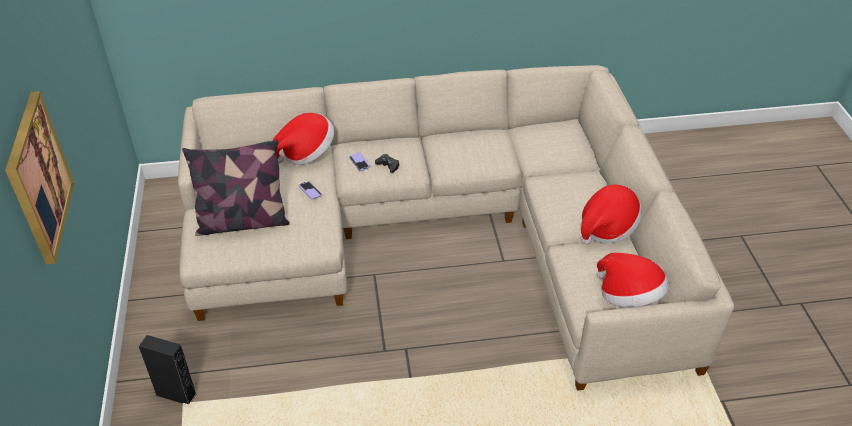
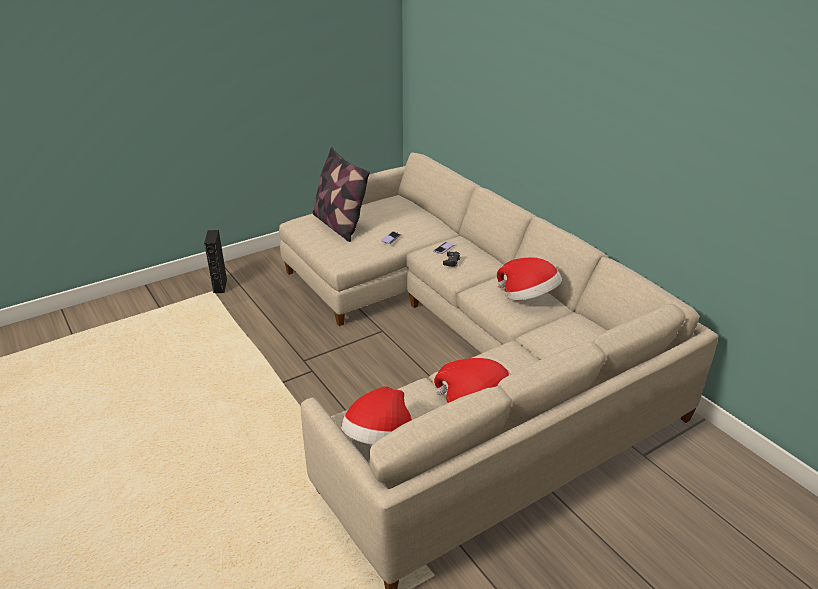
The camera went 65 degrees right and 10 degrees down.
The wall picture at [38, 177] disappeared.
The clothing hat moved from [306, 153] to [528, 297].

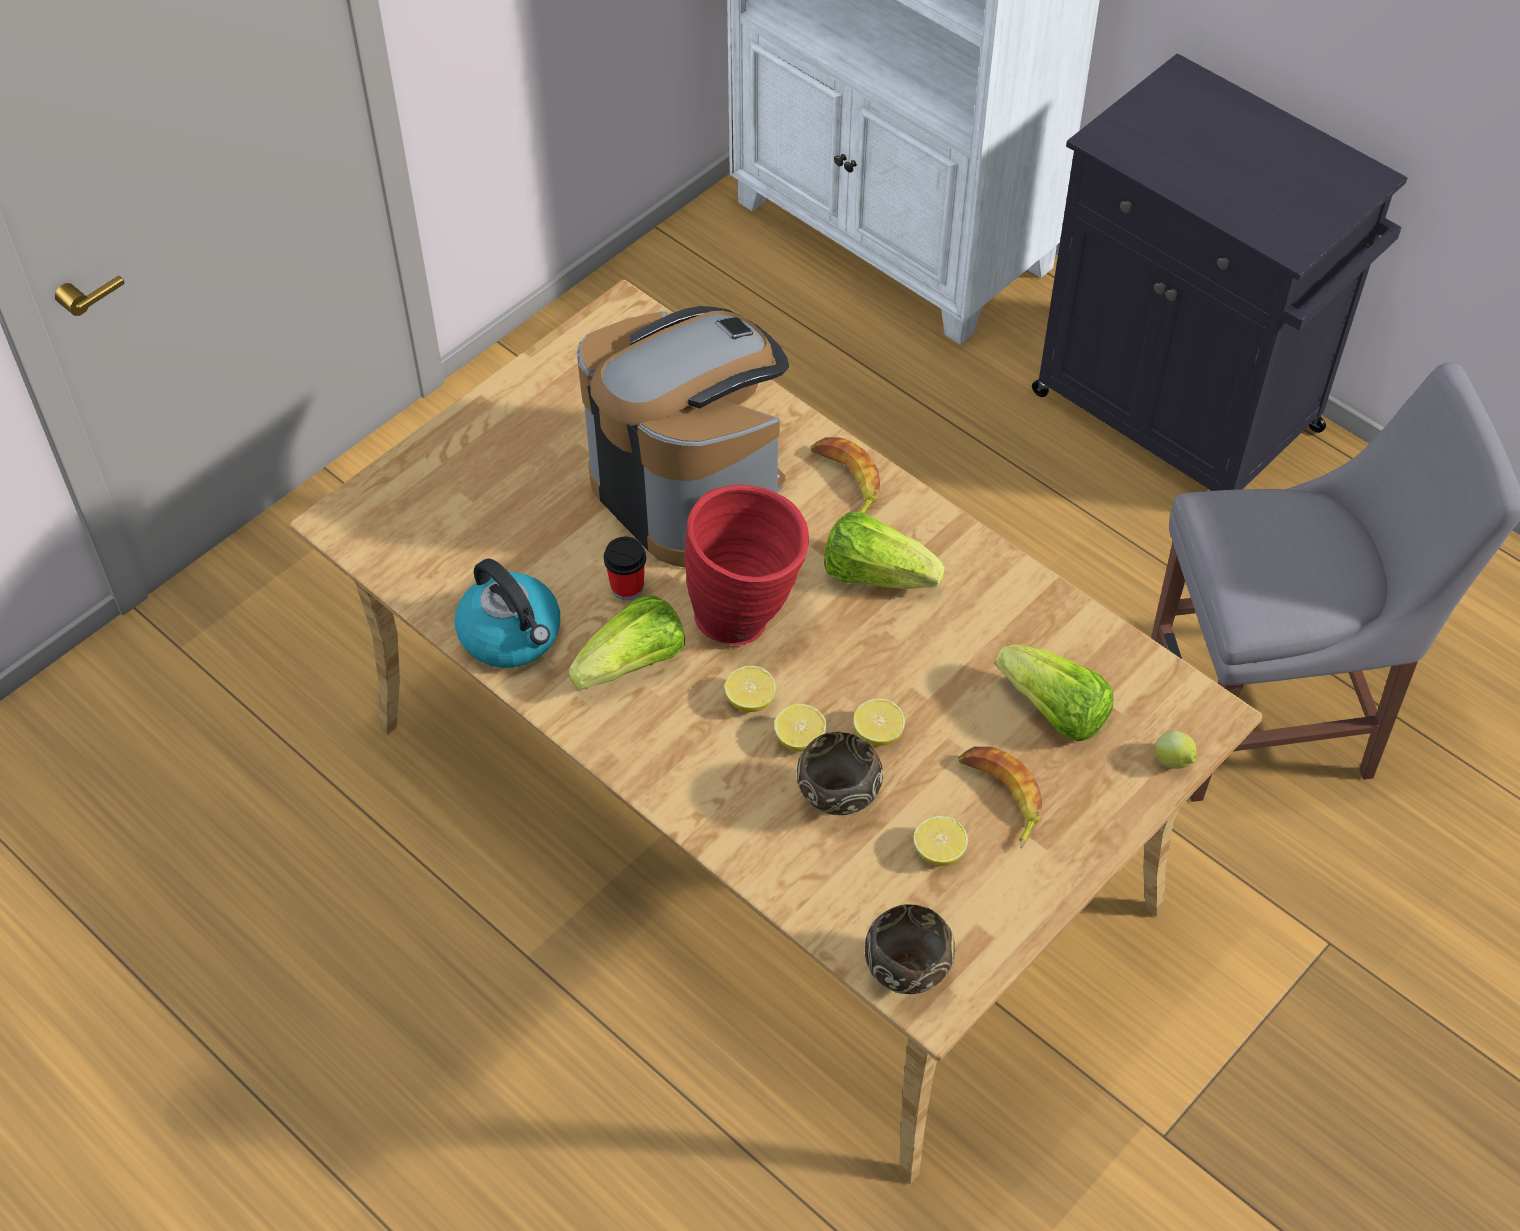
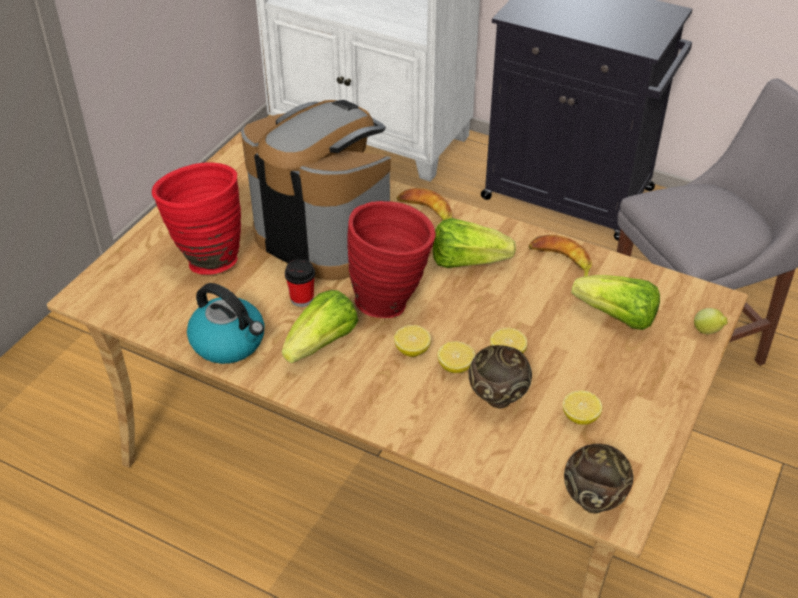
The camera went 15 degrees left and 10 degrees down.
The red vase at [206, 257] appeared.
The banana moved from [1000, 797] to [561, 262].

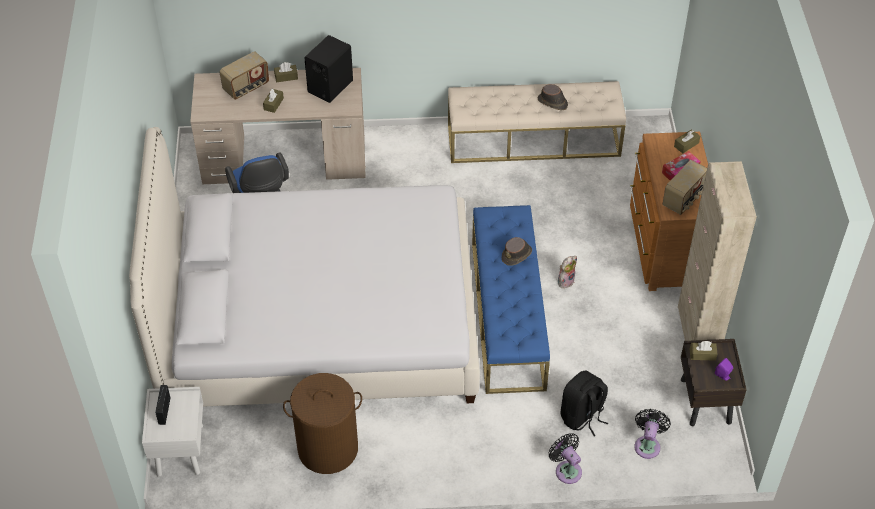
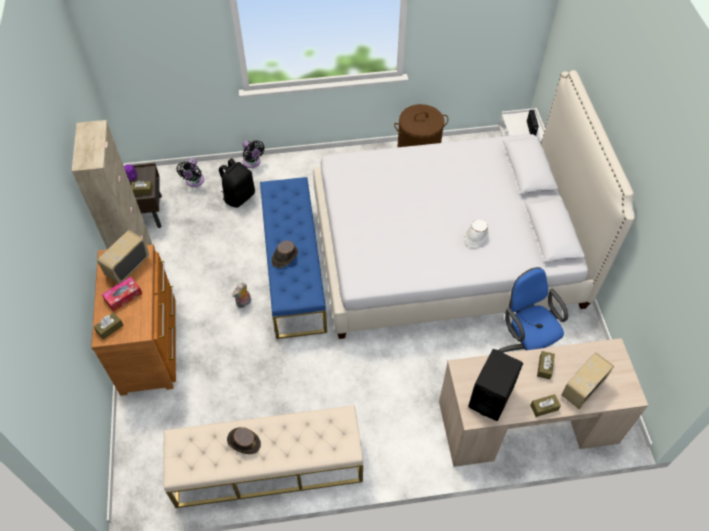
The camera went 175 degrees right and 5 degrees up.
The whitish clothing hat at [475, 237] appeared.

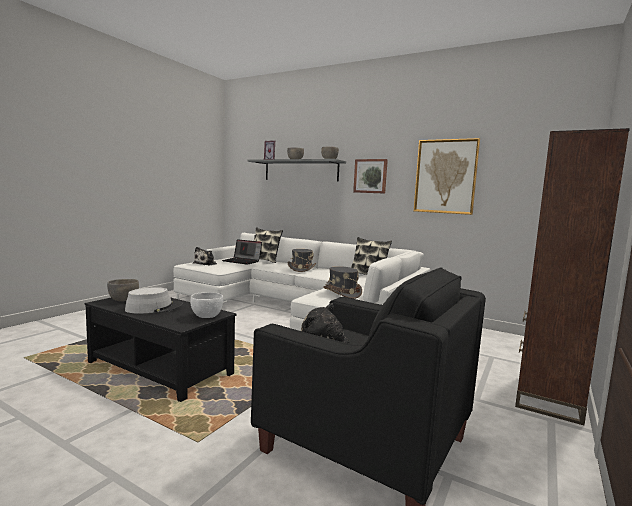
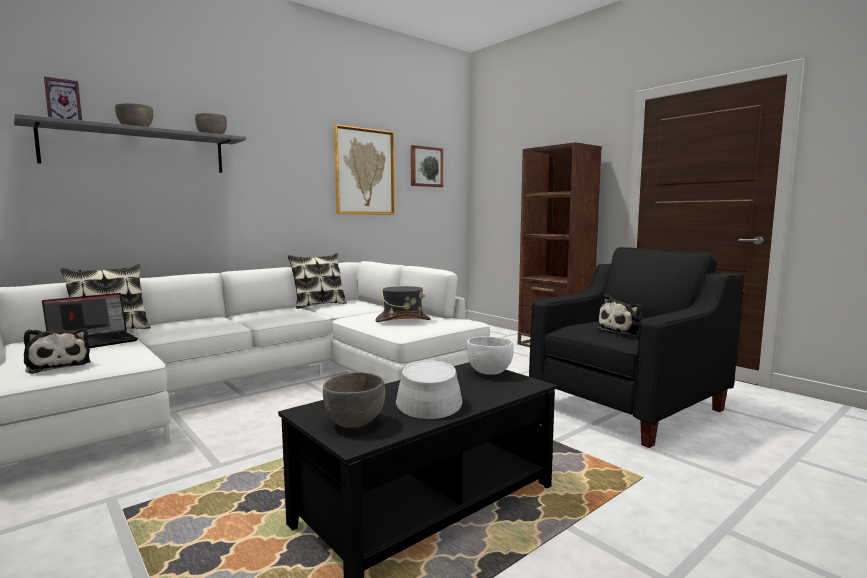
The camera went 70 degrees left and 0 degrees up.
The greyish clothing hat at [301, 269] disappeared.
The wall picture moved from [370, 176] to [426, 166].

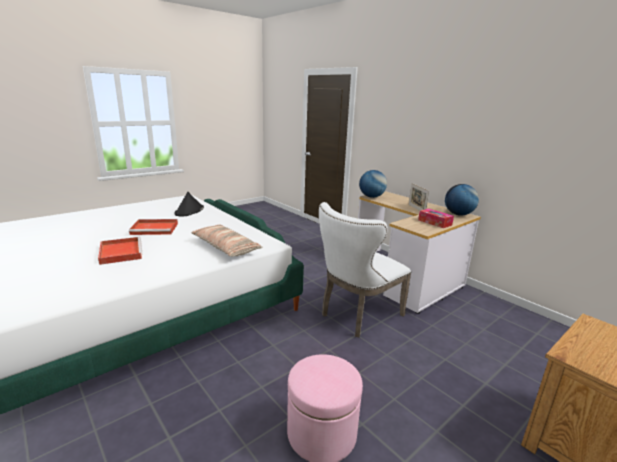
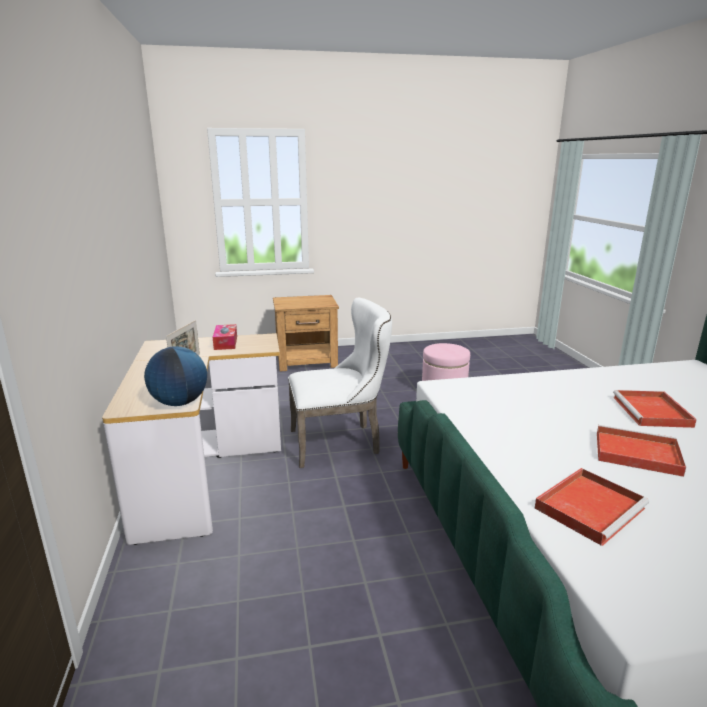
The camera went 150 degrees left and 0 degrees up.
The throw pillow at [225, 248] disappeared.
The world globe at [458, 214] disappeared.
The black-coloured clothing hat at [189, 211] was replaced by the red serving tray at [590, 507].

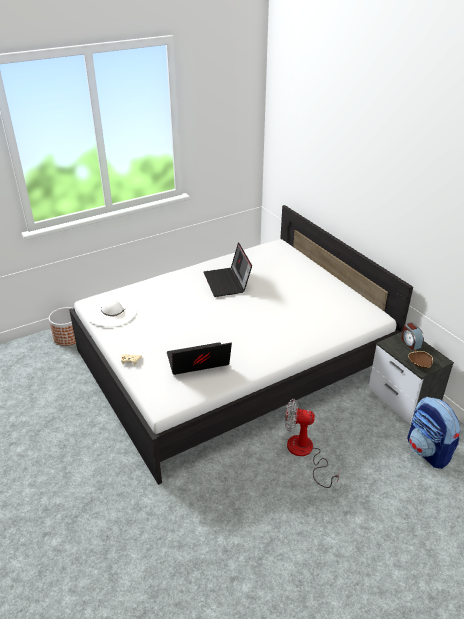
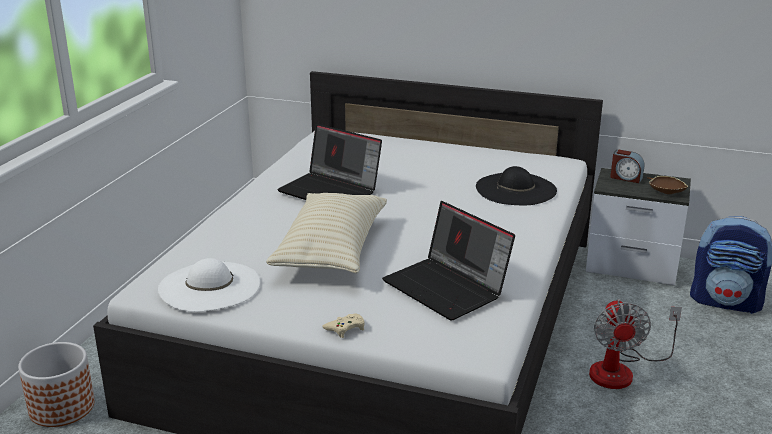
The camera went 40 degrees left and 10 degrees down.
The beige-coloured throw pillow at [331, 250] appeared.
The black-coloured clothing hat at [516, 189] appeared.
The laptop at [197, 363] turned 75 degrees counterclockwise.
The fan at [305, 453] turned 60 degrees counterclockwise.

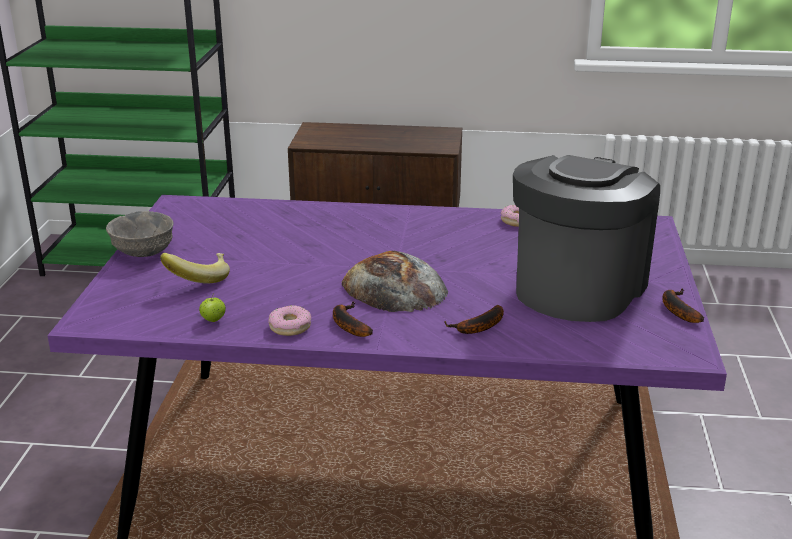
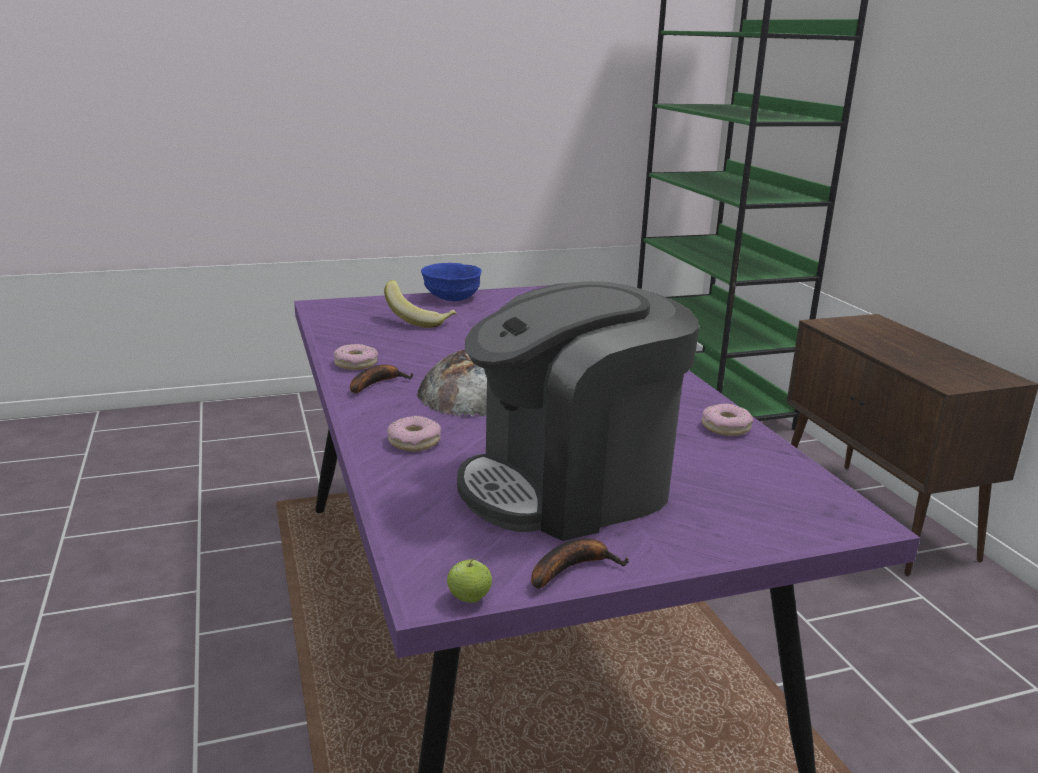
The camera went 65 degrees right and 5 degrees down.
The apple fruit moved from [213, 320] to [469, 599].
The banana at [478, 327] was replaced by the donut at [414, 442].
The greyish bowl at [142, 252] became the bluish bowl at [452, 298].
The coffee machine at [578, 288] turned 150 degrees clockwise.

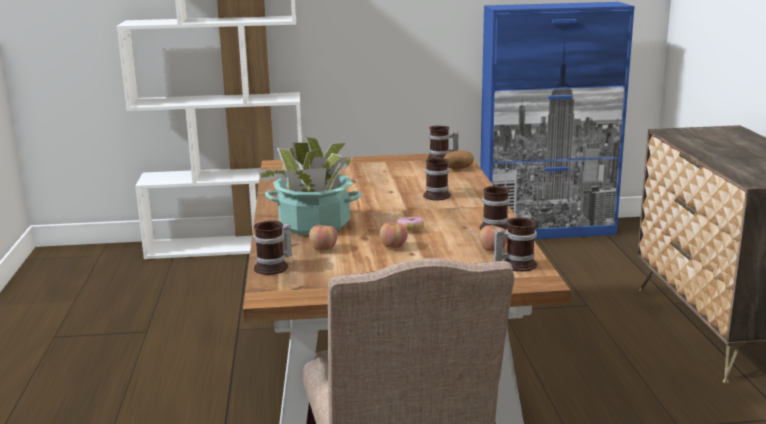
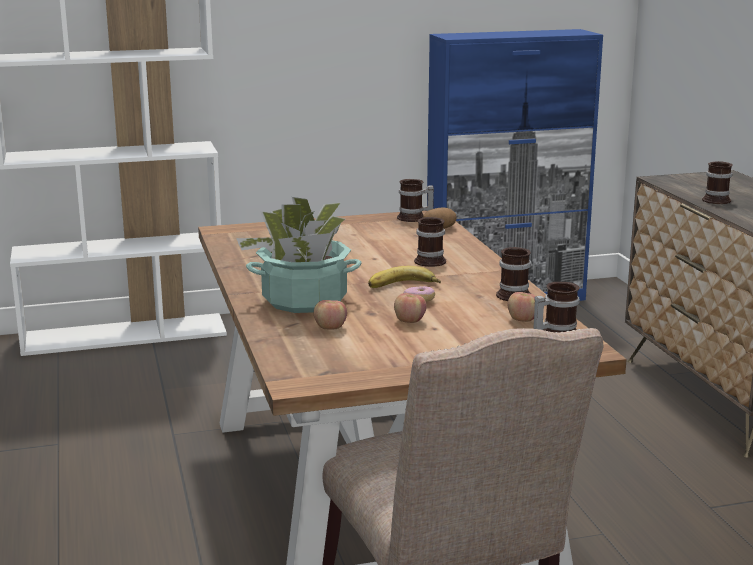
The camera went 10 degrees left and 0 degrees up.
The banana at [403, 286] appeared.
The coffee mug moved from [275, 267] to [718, 200].

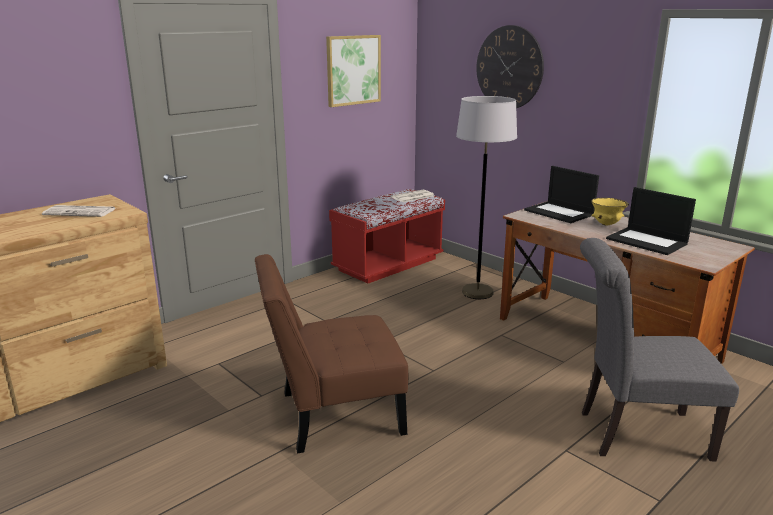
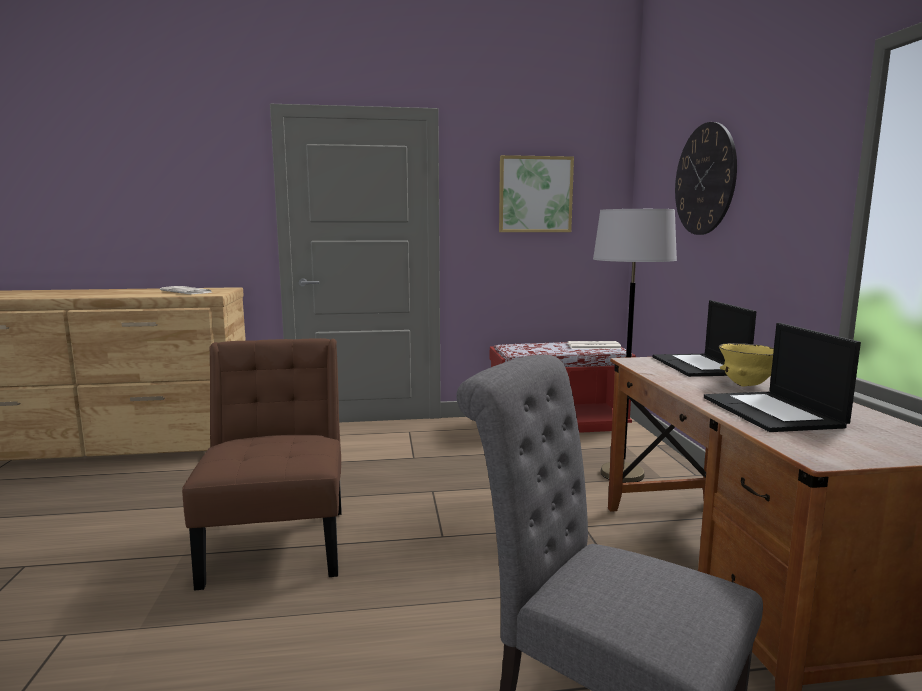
The camera went 35 degrees right and 10 degrees down.
The brownish upright chair at [333, 414] turned 60 degrees clockwise.

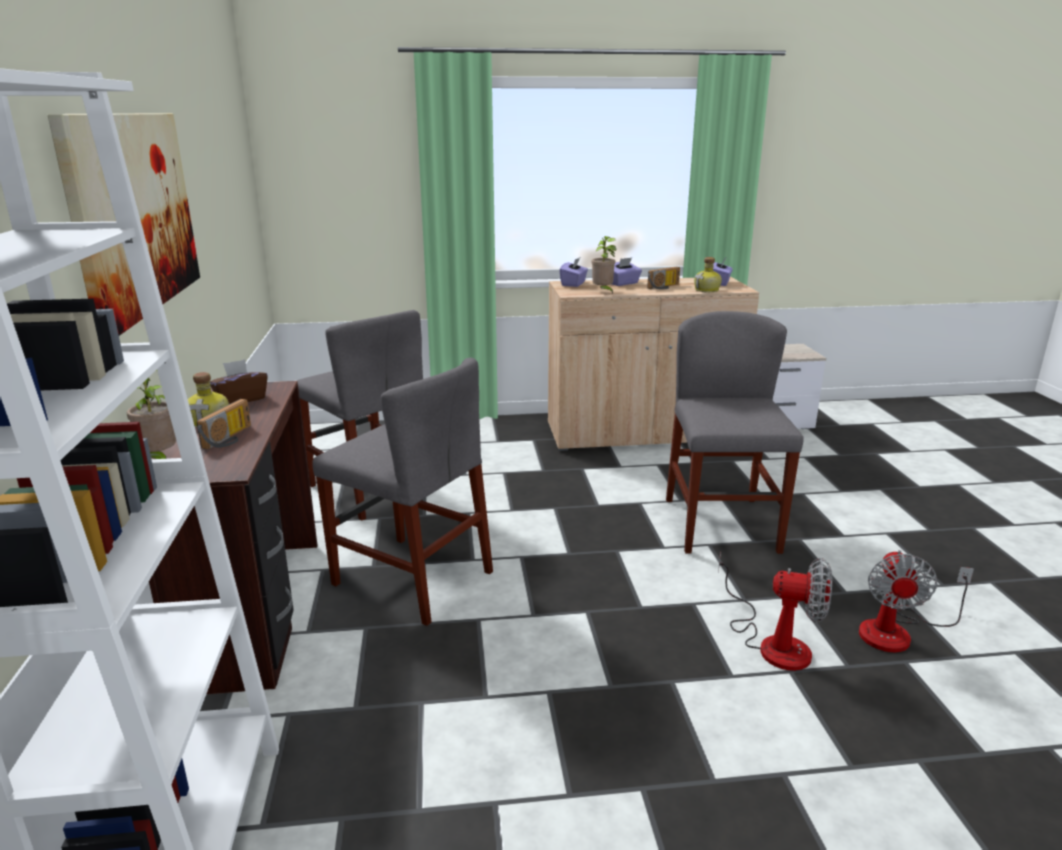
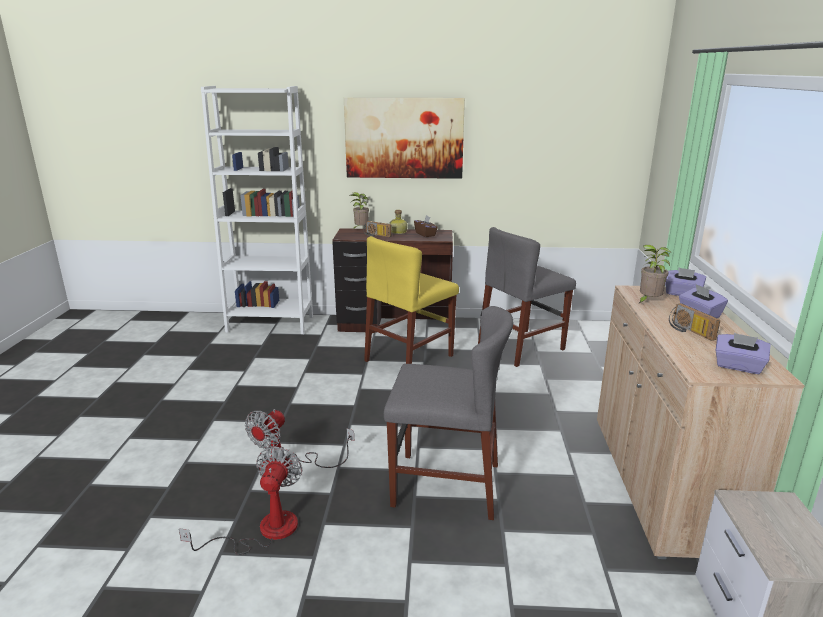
The camera went 100 degrees right and 0 degrees up.
The bottle at [707, 290] disappeared.
The greyish upright chair at [412, 578] became the yellowish upright chair at [409, 358].
The fan at [898, 632] turned 75 degrees clockwise.

